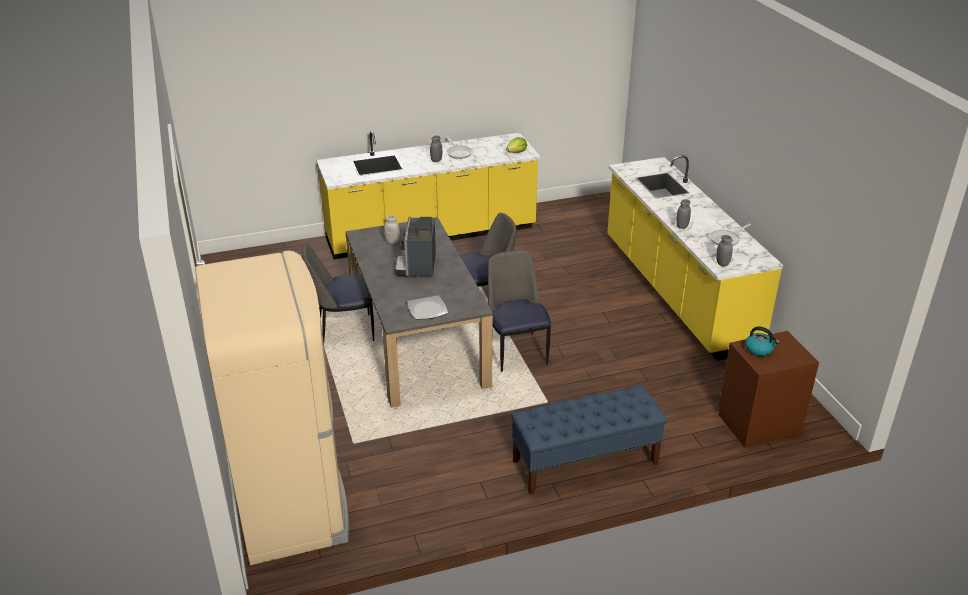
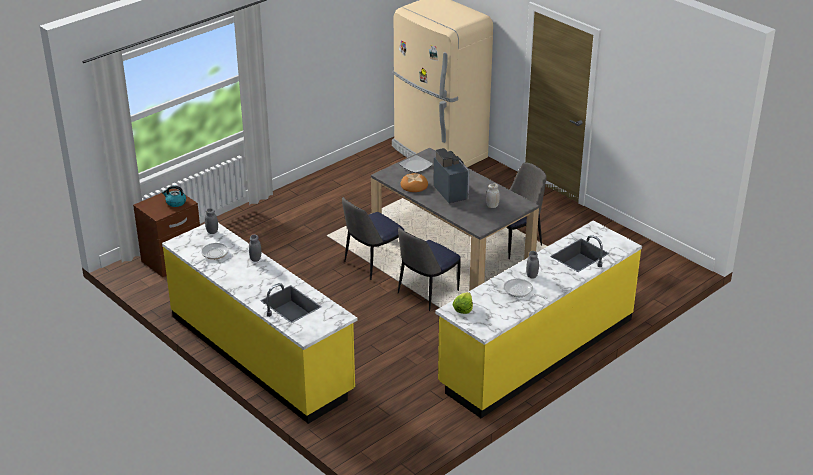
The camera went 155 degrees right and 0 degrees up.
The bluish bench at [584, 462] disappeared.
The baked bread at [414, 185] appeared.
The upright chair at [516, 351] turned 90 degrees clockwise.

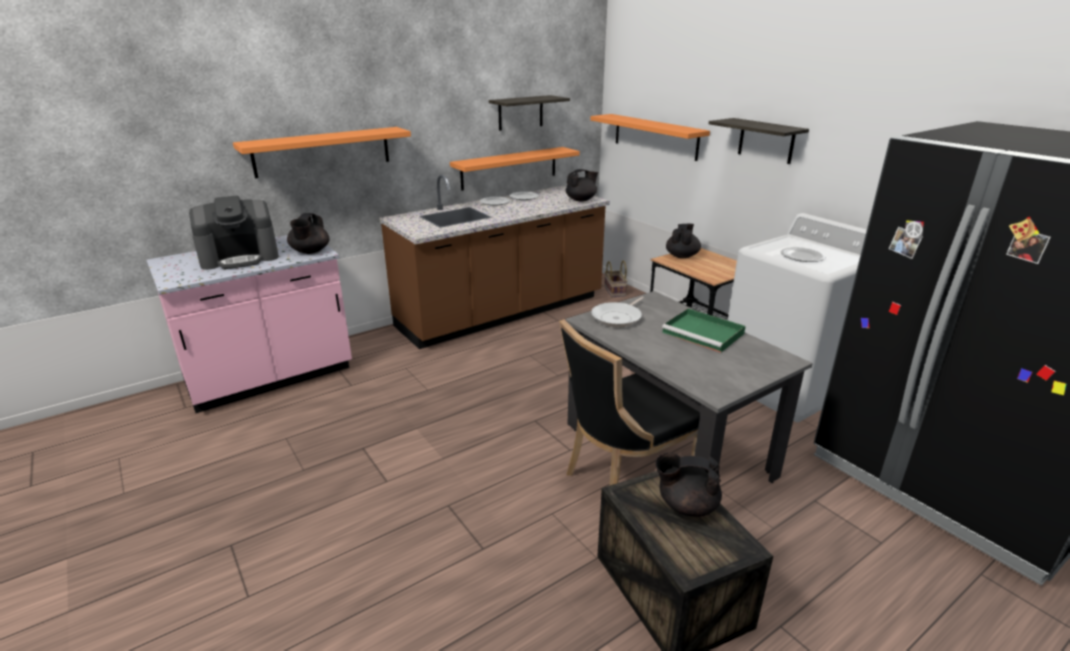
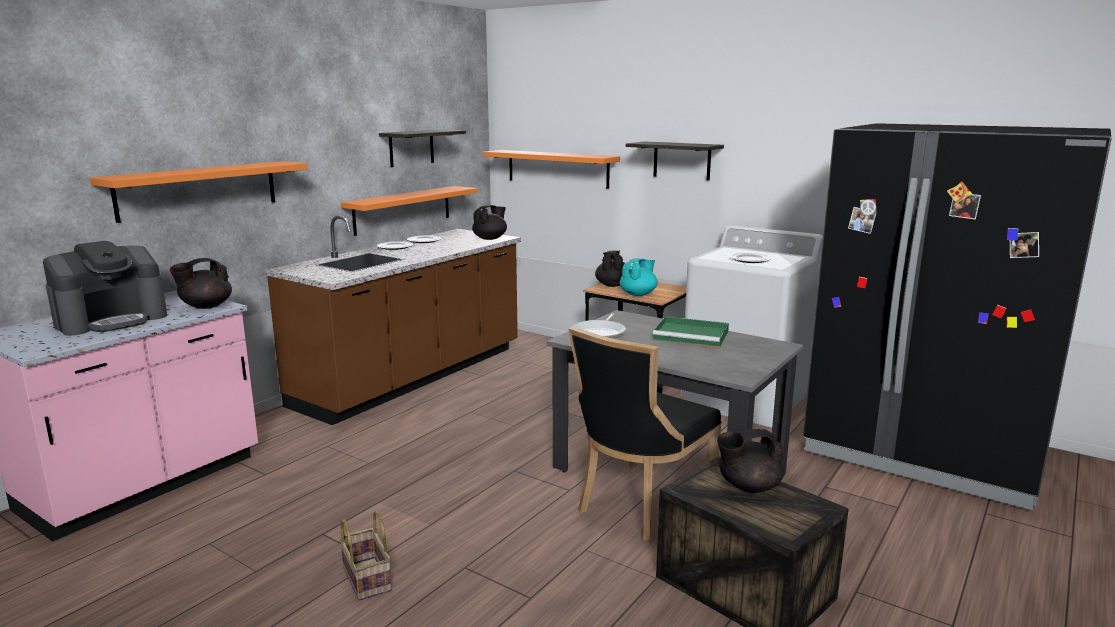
The camera went 20 degrees left and 10 degrees down.
The blue-green pot for tea at [638, 294] appeared.
The basket moved from [614, 291] to [365, 578].
The black-coloured pot for tea at [310, 251] turned 60 degrees clockwise.

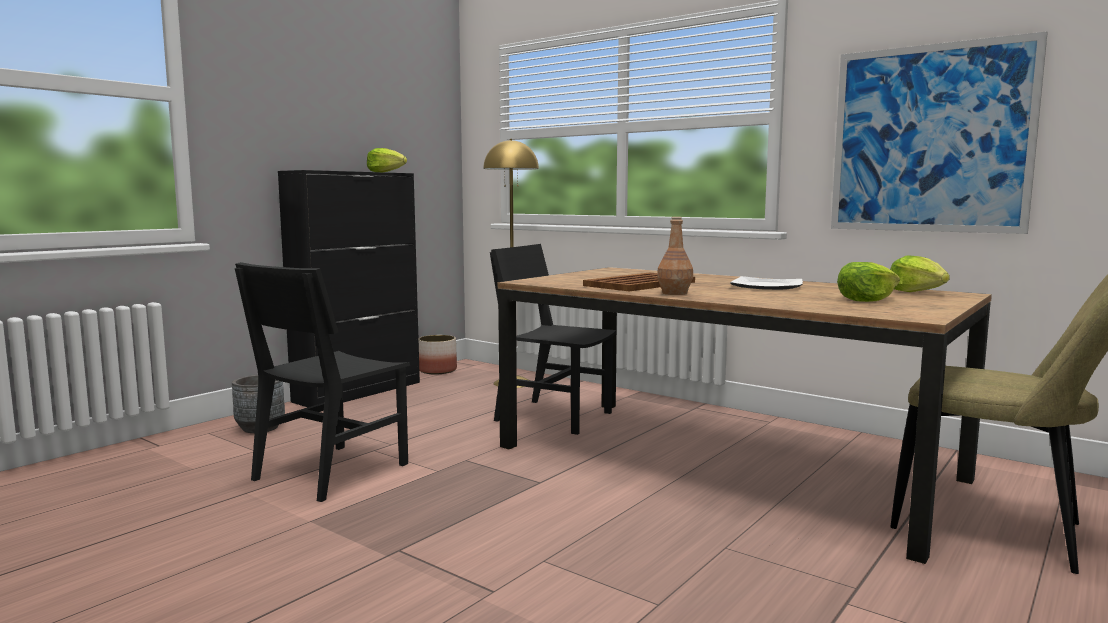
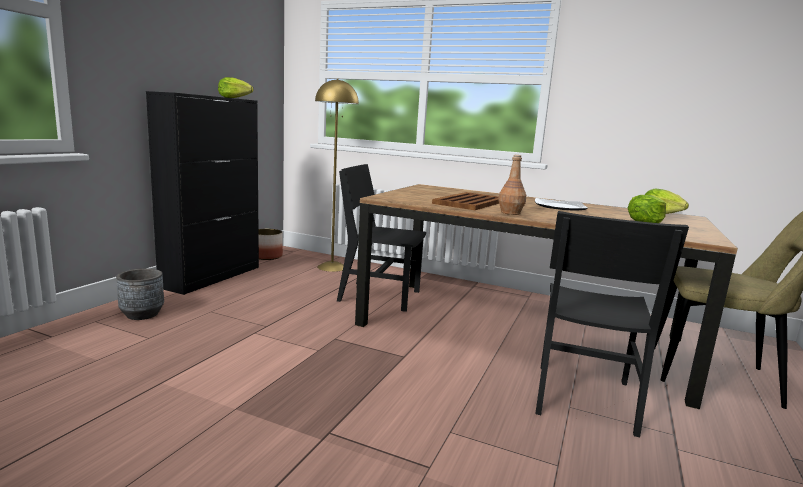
The camera went 15 degrees left and 5 degrees up.
The wall picture at [929, 139] disappeared.
The black-coloured upright chair moved from [331, 471] to [583, 397].

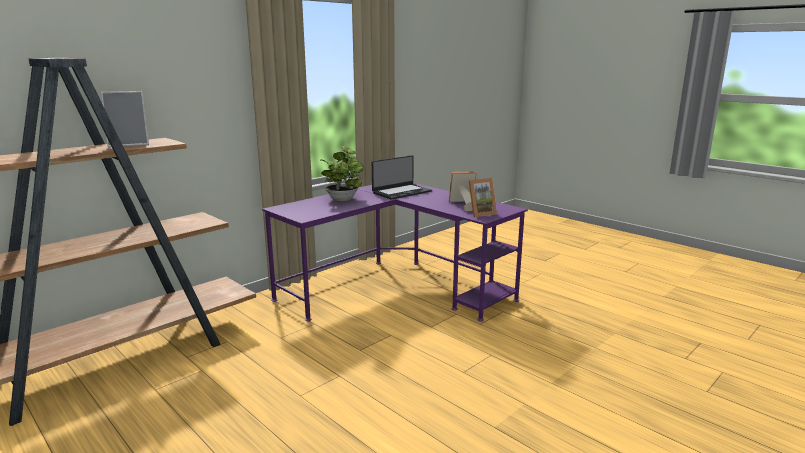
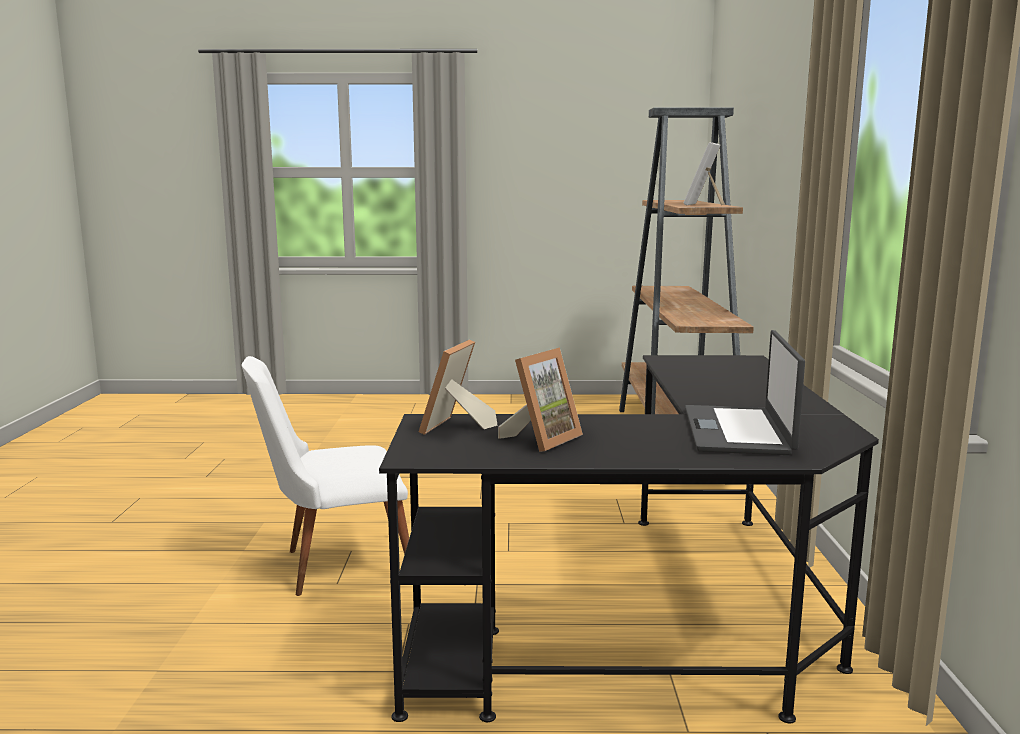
The camera went 135 degrees right and 5 degrees down.
The potted plant at [342, 199] disappeared.
The whitish upright chair at [334, 565] appeared.
The purple-coloured desk at [395, 288] became the black-coloured desk at [662, 622].

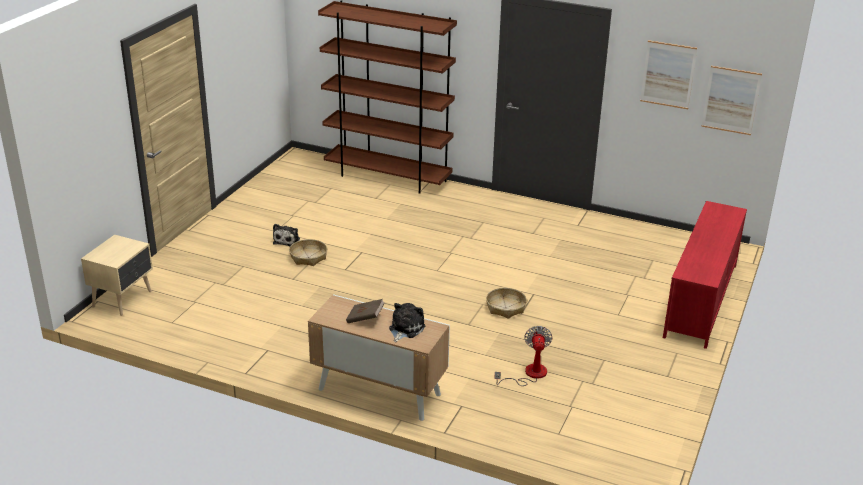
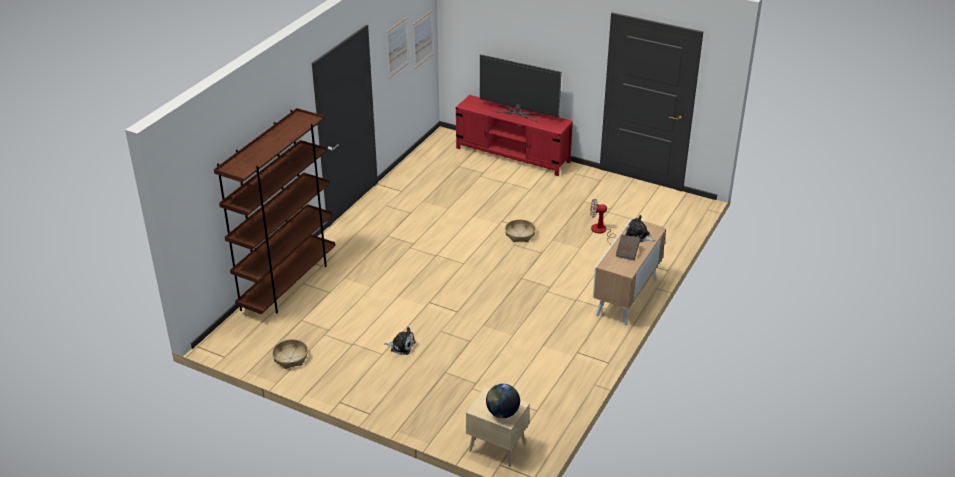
The camera went 85 degrees left and 5 degrees up.
The TV at [518, 113] appeared.
The world globe at [502, 413] appeared.
The basket moved from [308, 257] to [291, 358].

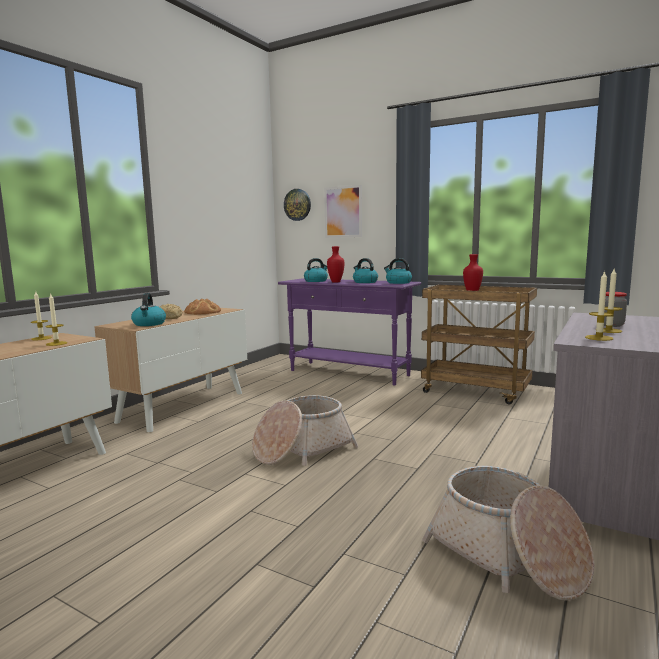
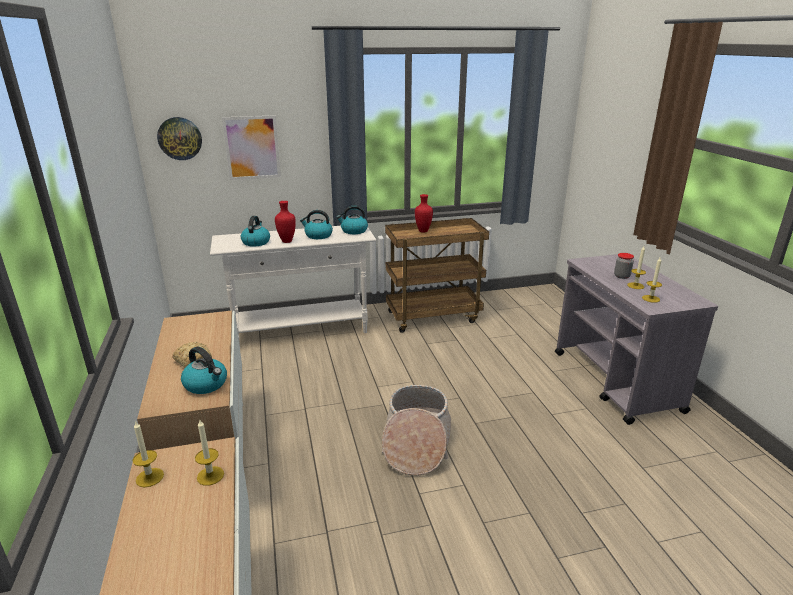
The camera went 45 degrees left and 15 degrees up.
The baked bread at [203, 312] disappeared.
The basket at [508, 556] disappeared.
The purple-coloured hall table at [349, 373] became the whitish hall table at [302, 331].

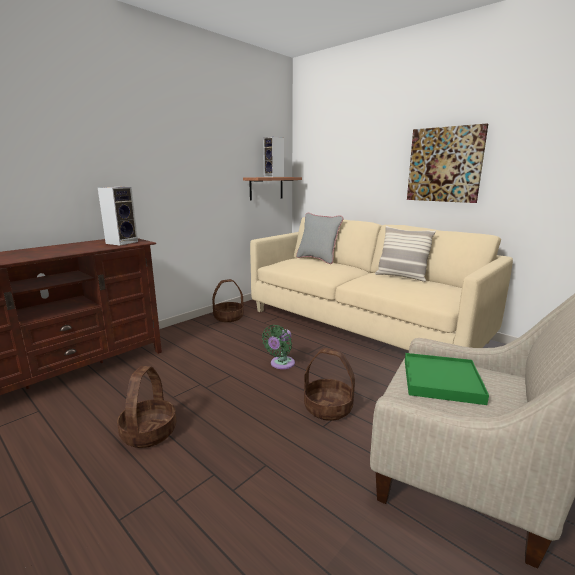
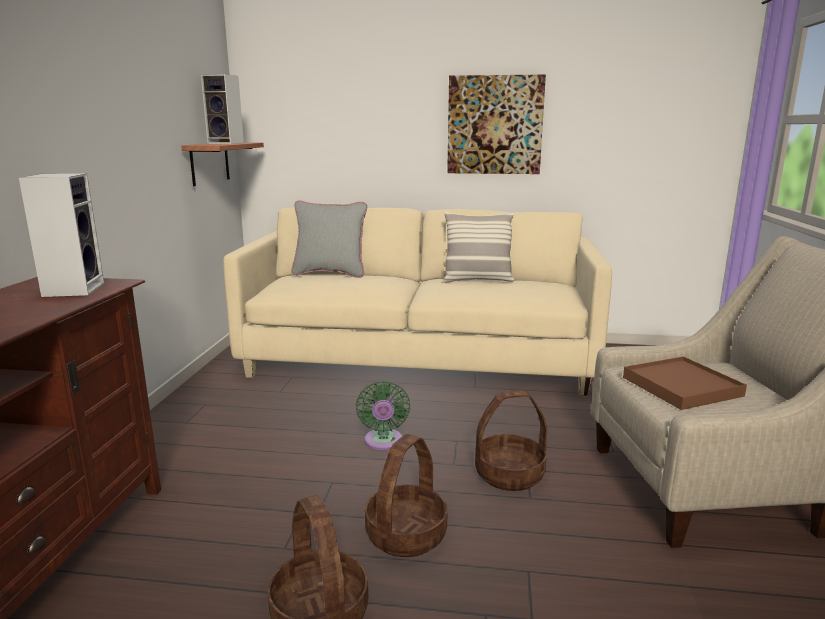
The camera went 35 degrees left and 0 degrees up.
The basket moved from [228, 317] to [406, 534].
The green-coloured serving tray at [441, 381] became the brownish serving tray at [681, 386].

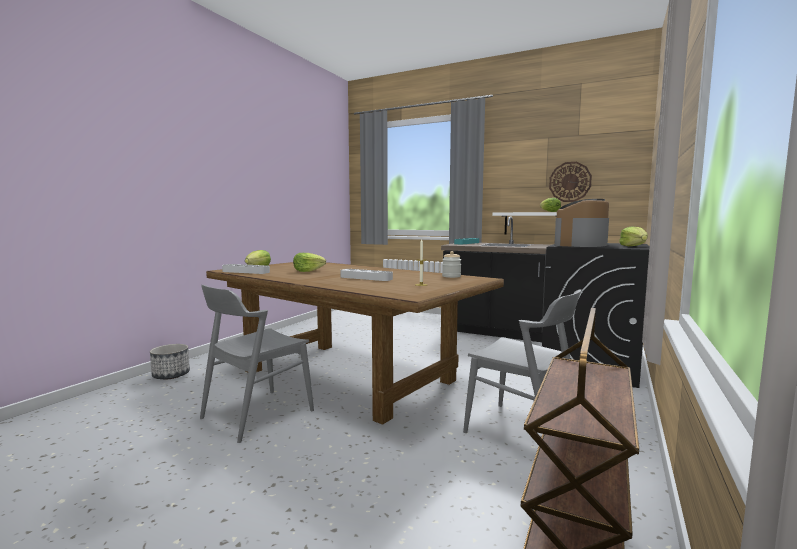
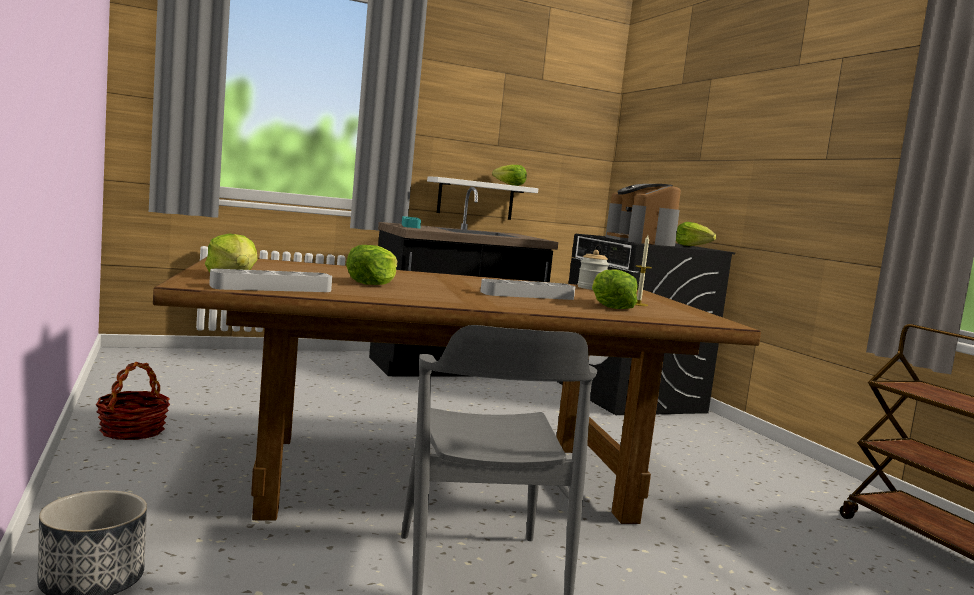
The camera went 50 degrees left and 0 degrees up.
The greyish upright chair at [523, 431] disappeared.
The hanging clock at [570, 182] disappeared.
The basket at [132, 431] appeared.
The head of lettuce at [610, 306] appeared.

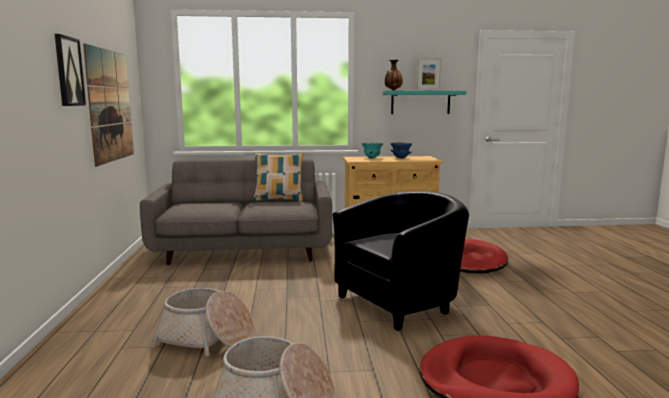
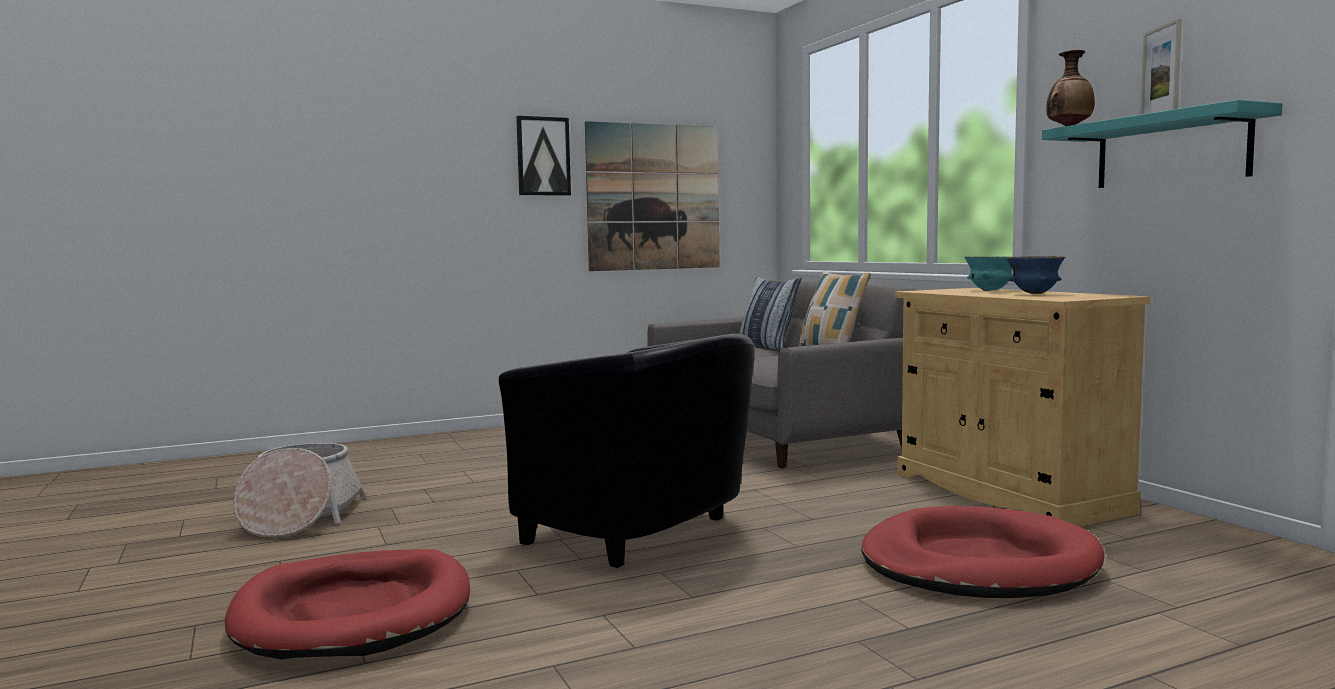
The camera went 70 degrees right and 5 degrees down.
The basket at [207, 339] disappeared.
The throw pillow at [767, 347] appeared.

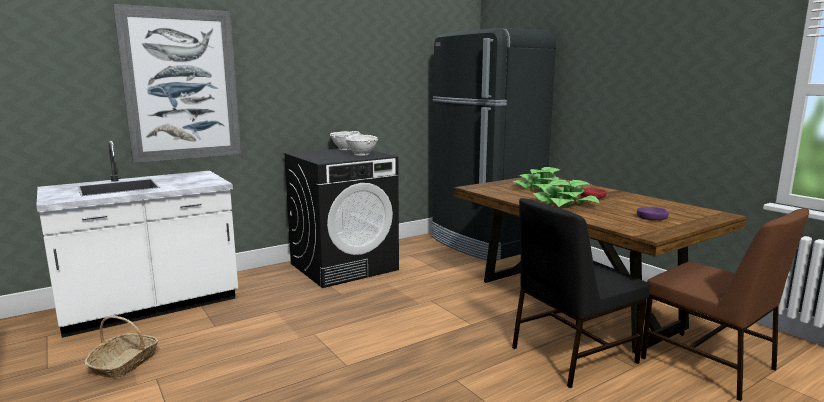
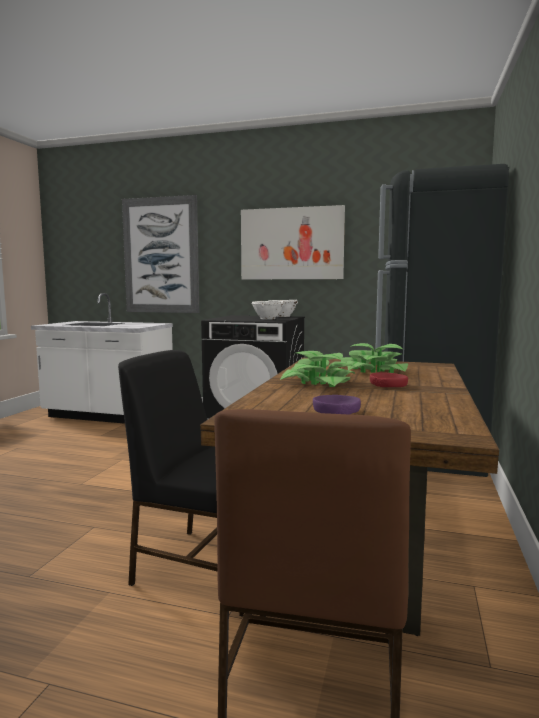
The camera went 50 degrees right and 5 degrees down.
The basket at [124, 363] disappeared.
The wall picture at [291, 244] appeared.

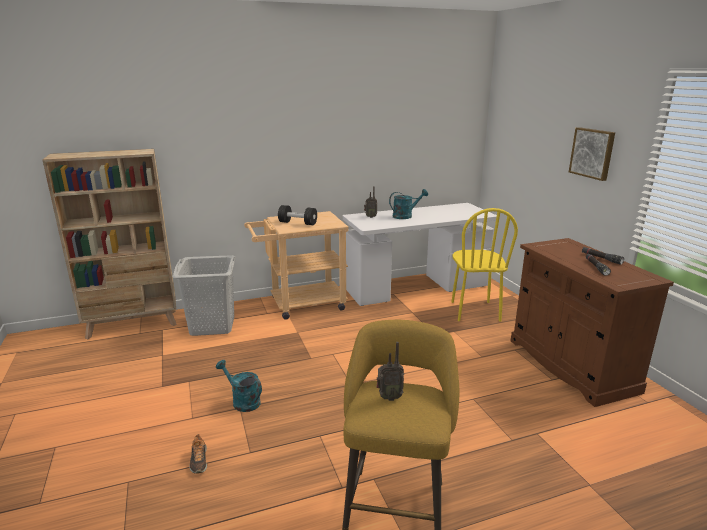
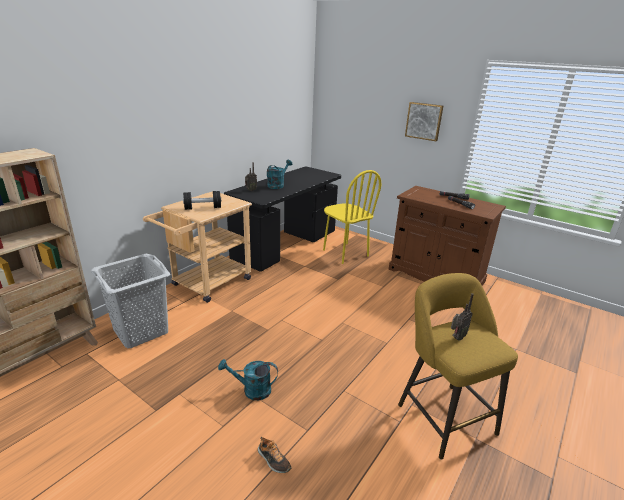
The camera went 35 degrees left and 5 degrees up.
The whitish desk at [416, 287] became the black-coloured desk at [286, 244].

